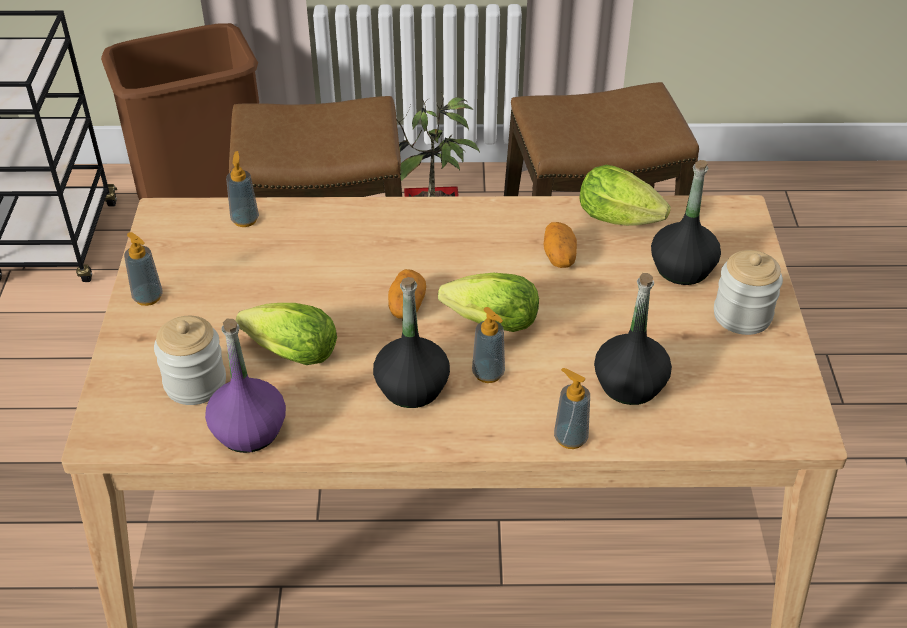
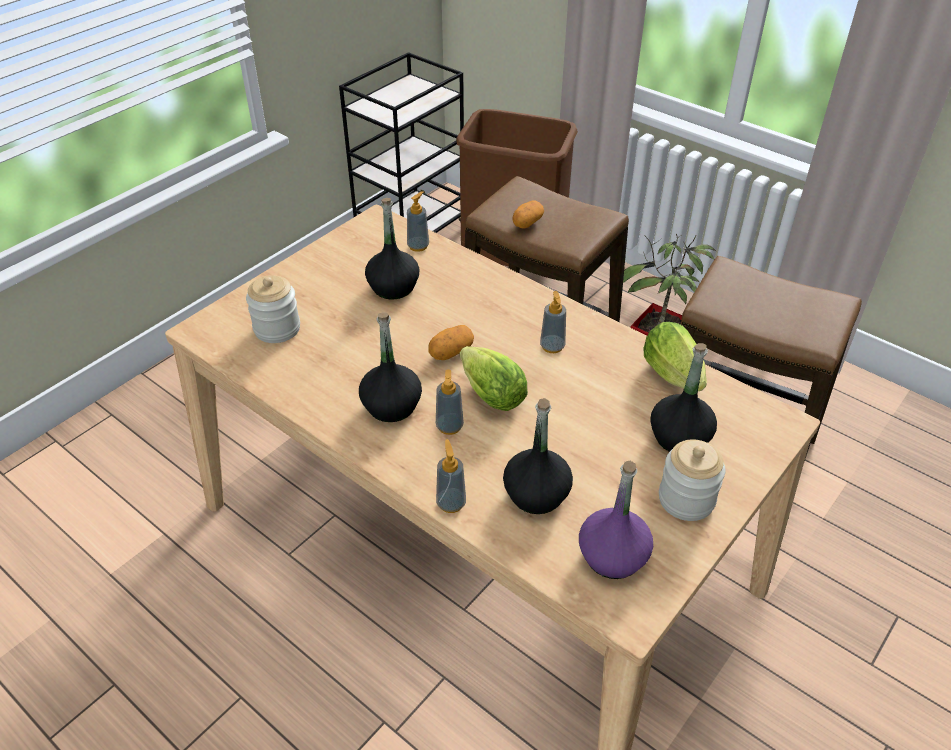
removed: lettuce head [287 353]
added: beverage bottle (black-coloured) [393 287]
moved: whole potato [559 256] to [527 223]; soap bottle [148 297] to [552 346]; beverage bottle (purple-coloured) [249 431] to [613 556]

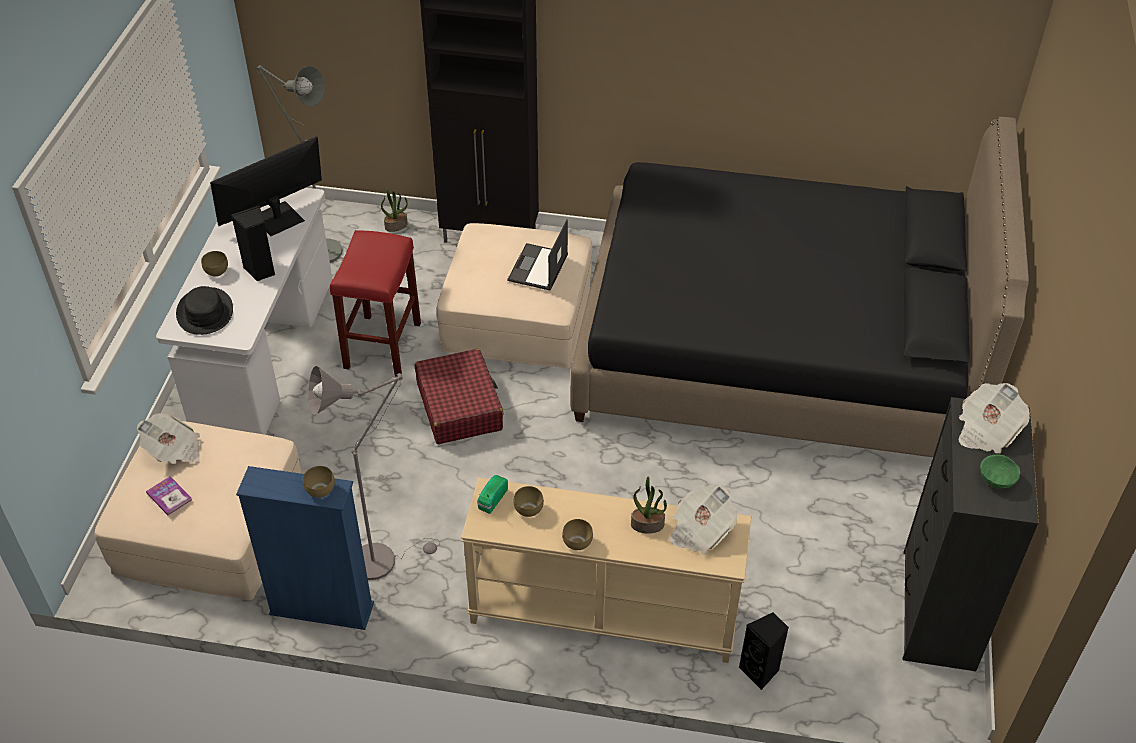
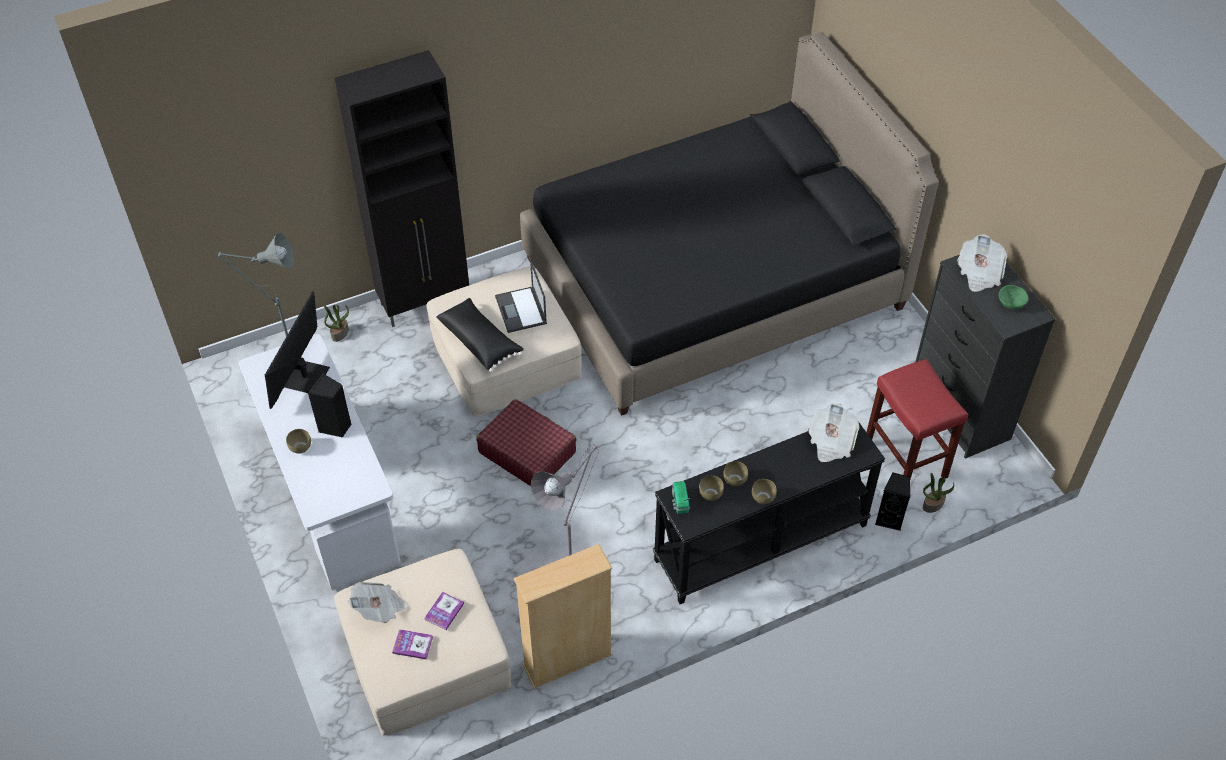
removed: clothing hat (black-coloured) [204 312]
added: book [444 611]; cushion (black-coloured) [480 341]
moved: bowl (brown) [320 489] to [734 479]; sitting stool (red-coloured) [383 346] to [906 461]; plant in a pot [647 524] to [933 504]
recoloured: bookcase (blue) [321 609] to bookcase (beige-coloured) [567 660]; hall table (beige-coloured) [602 615] to hall table (black-coloured) [761 543]

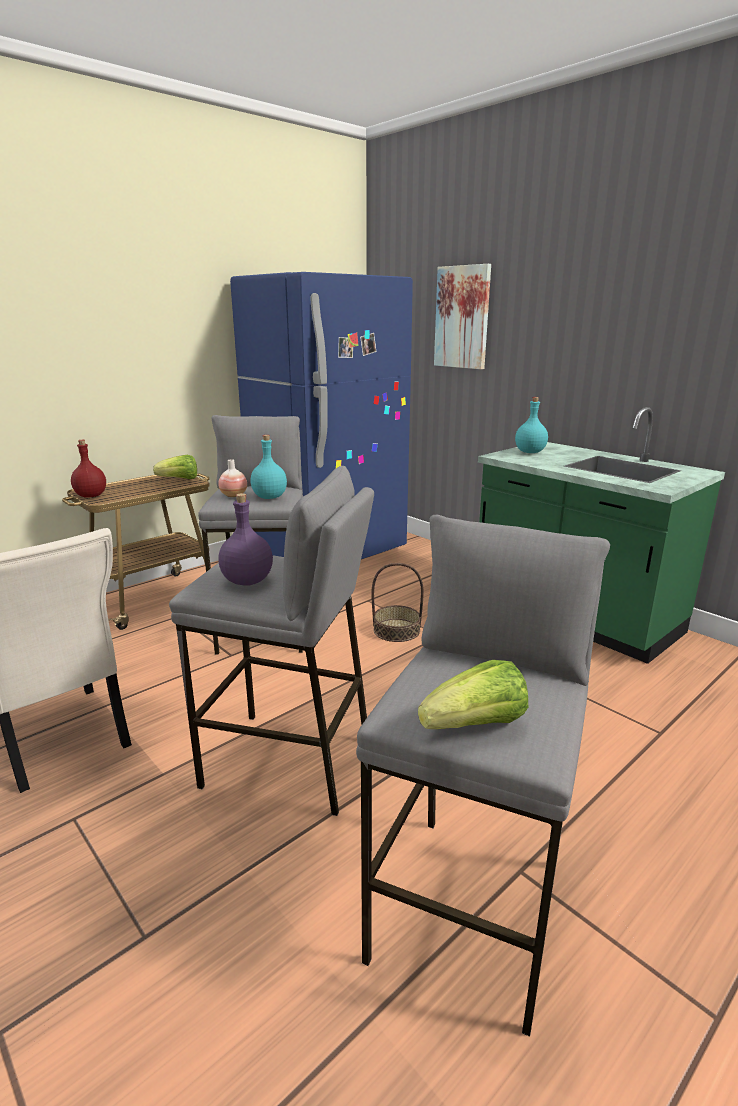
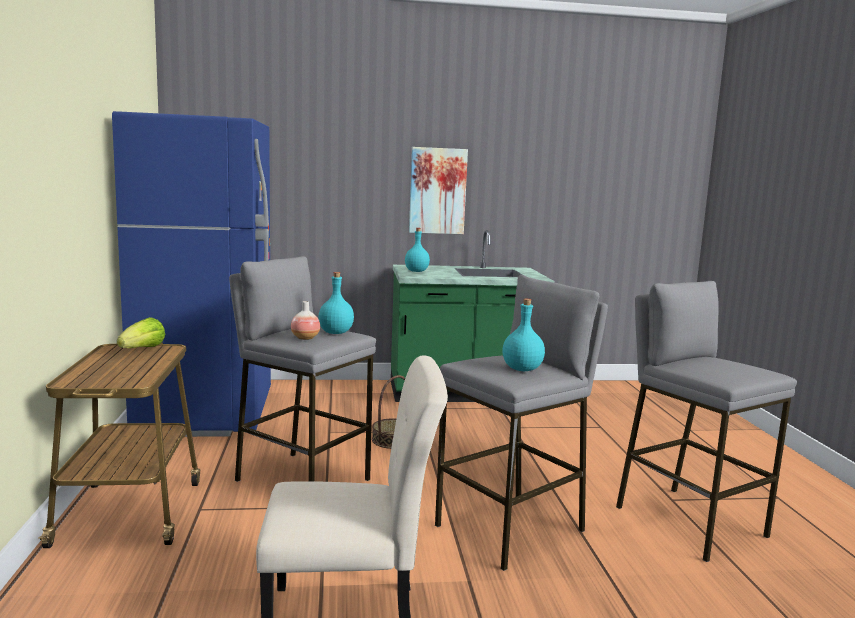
removed: beverage bottle (red-coloured) [91 496]; lettuce head [476 725]
moved: picture [462 317] to [437 191]
recoloured: beverage bottle (purple-coloured) [248 581] to beverage bottle (blue-green) [523 369]

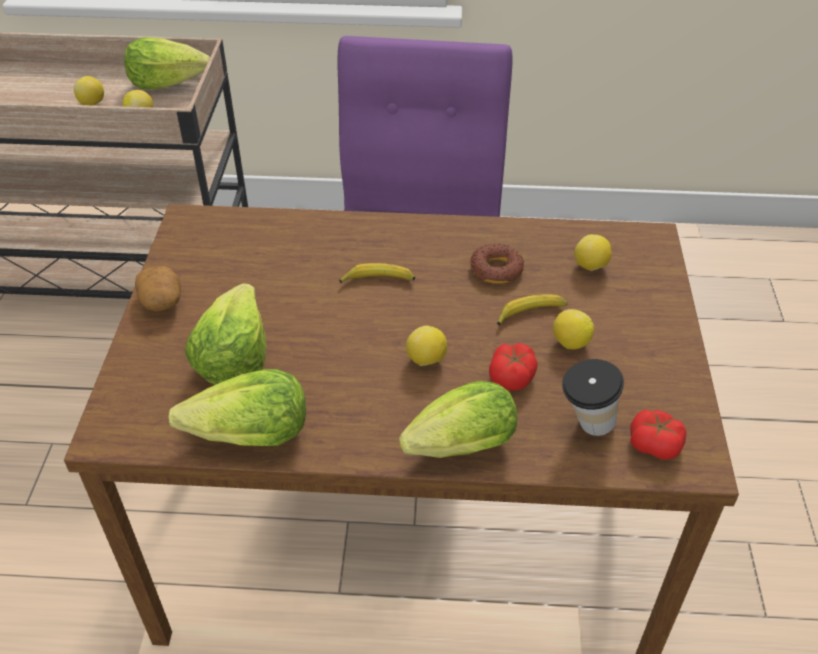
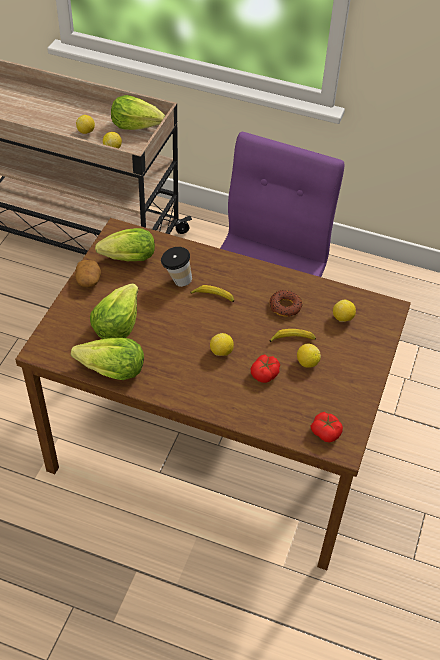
moved: lettuce head [456 449] to [125 259]; small cup [585 426] to [176 281]

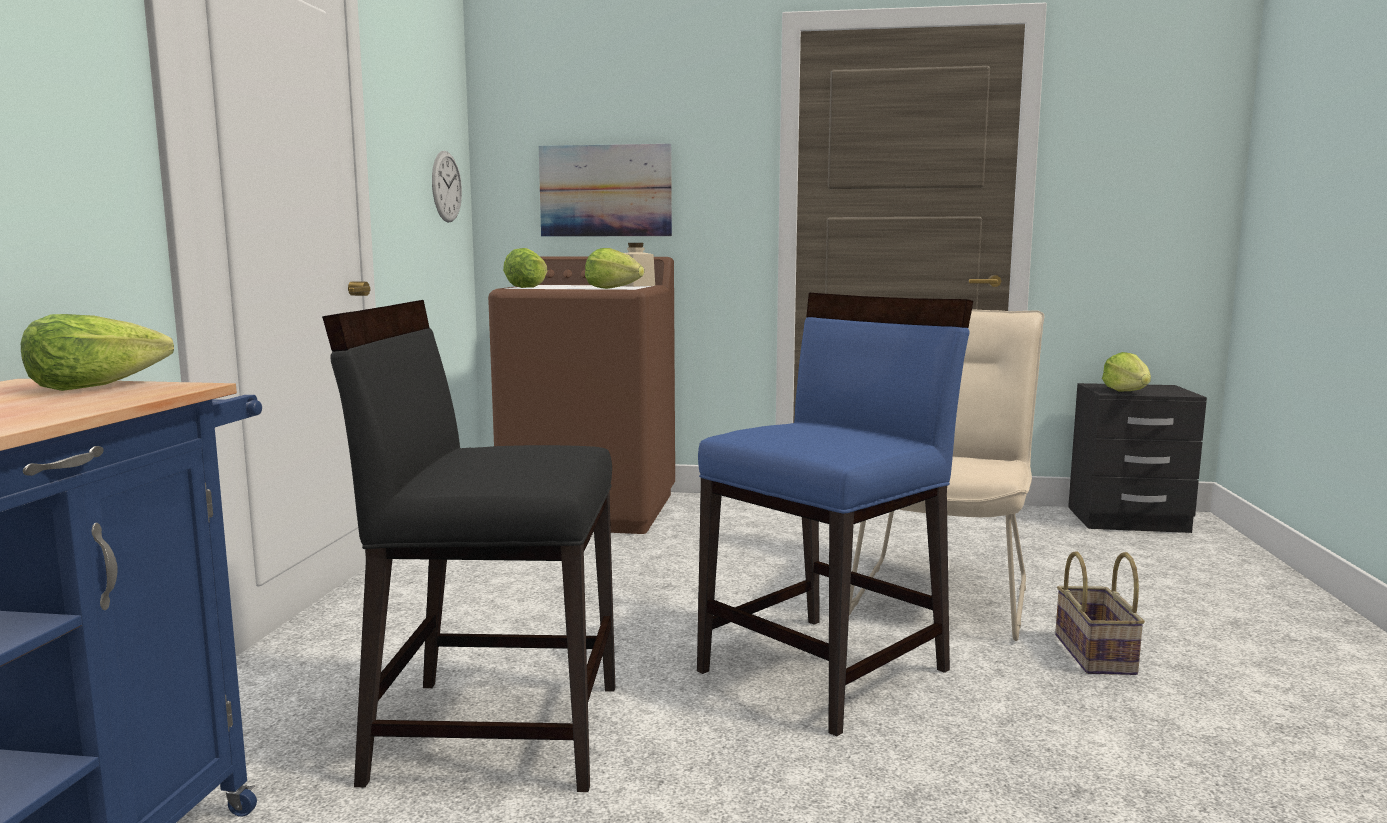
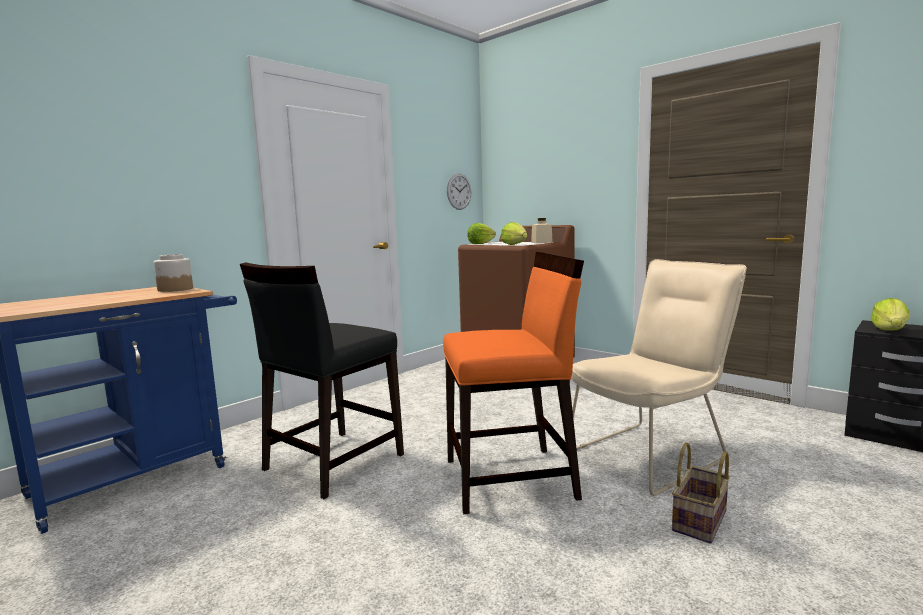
removed: picture [605 191]
replaced: lettuce head [96 386] to jar [175 289]
recoloured: upright chair (blue) [827 670] to upright chair (orangey) [511 479]
turned: upright chair (black-coloured) [495 730] = [332 462] 90 degrees counterclockwise

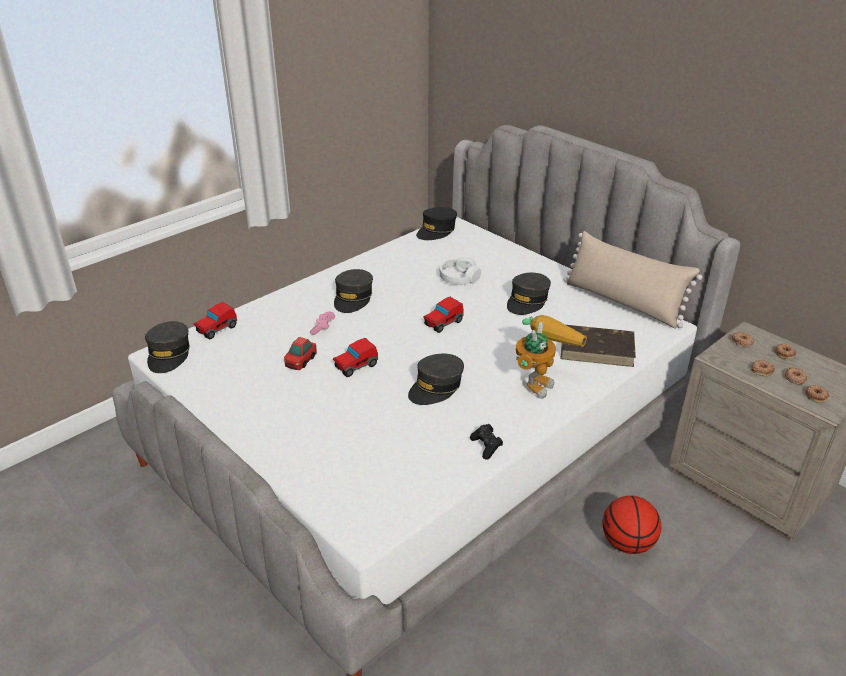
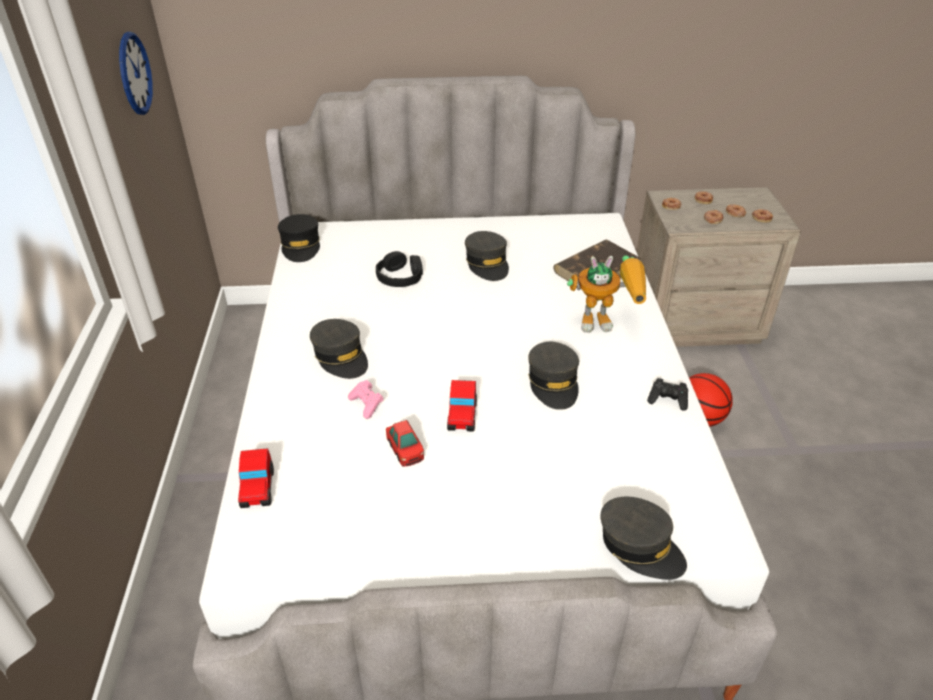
removed: toy car [443 323]; cushion (beige-coloured) [623 302]
added: hanging clock [134 74]
moved: baseball cap (gray) [169 354] to [640 546]
recoloured: pair of headphones (white-coloured) [459 278] to pair of headphones (black-coloured) [400 277]
turned: model robot [539 380] = [607 321] 105 degrees clockwise

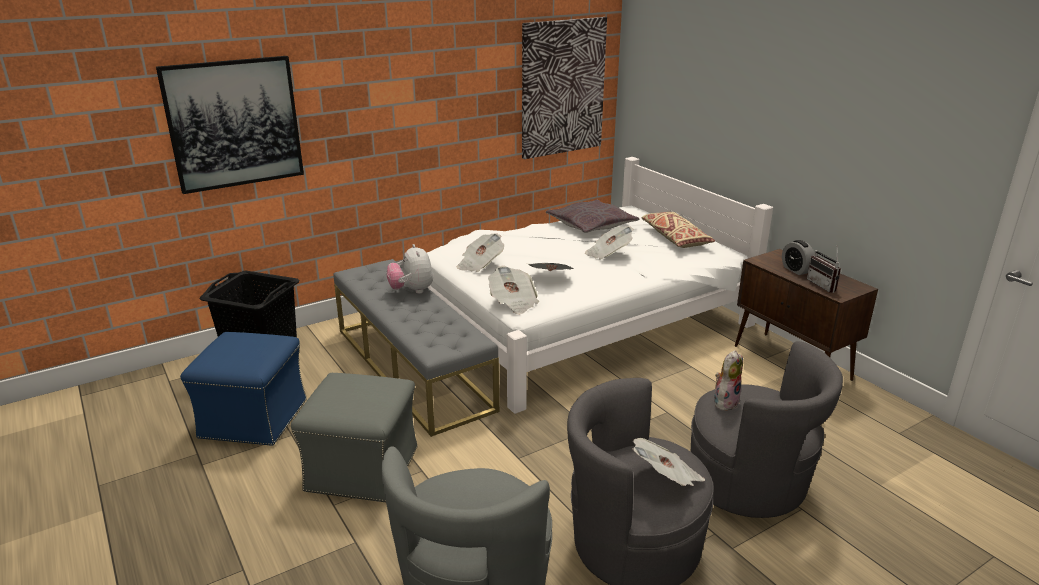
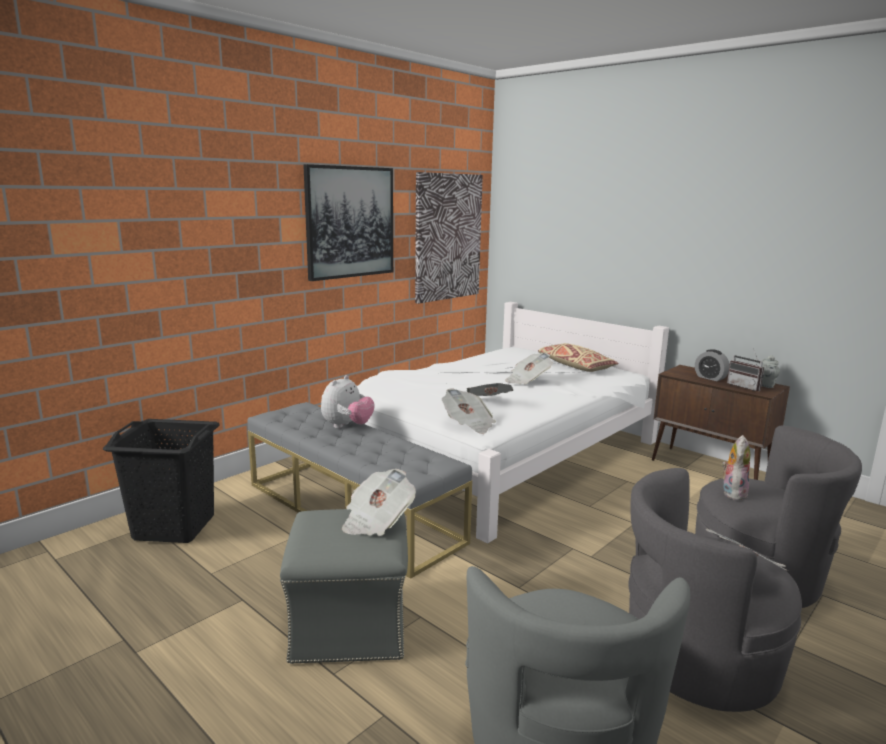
removed: footrest (blue) [253 419]; cushion (gray) [591 225]
added: teapot (gray) [765 385]
moved: picture [234 123] to [350 222]; daily paper [480 265] to [376 521]
turned: cuddly toy [412 291] = [347 426] 120 degrees counterclockwise

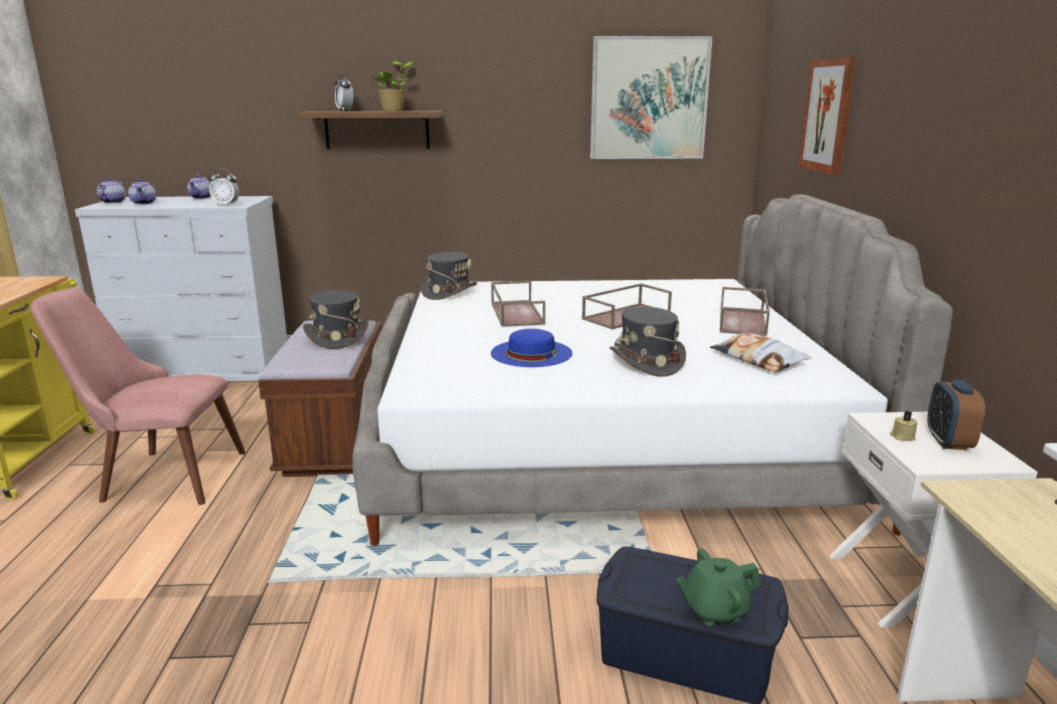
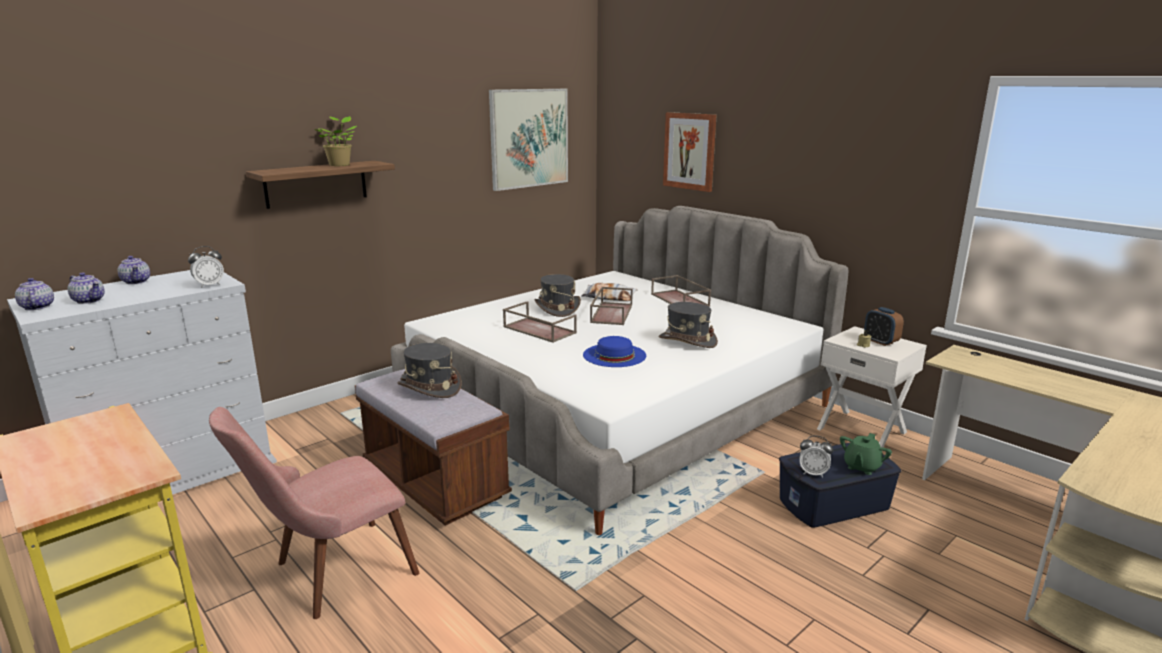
moved: clothing hat (gray) [449 292] to [557 308]; cushion [758 359] to [609 297]; alarm clock [345 110] to [813 473]

